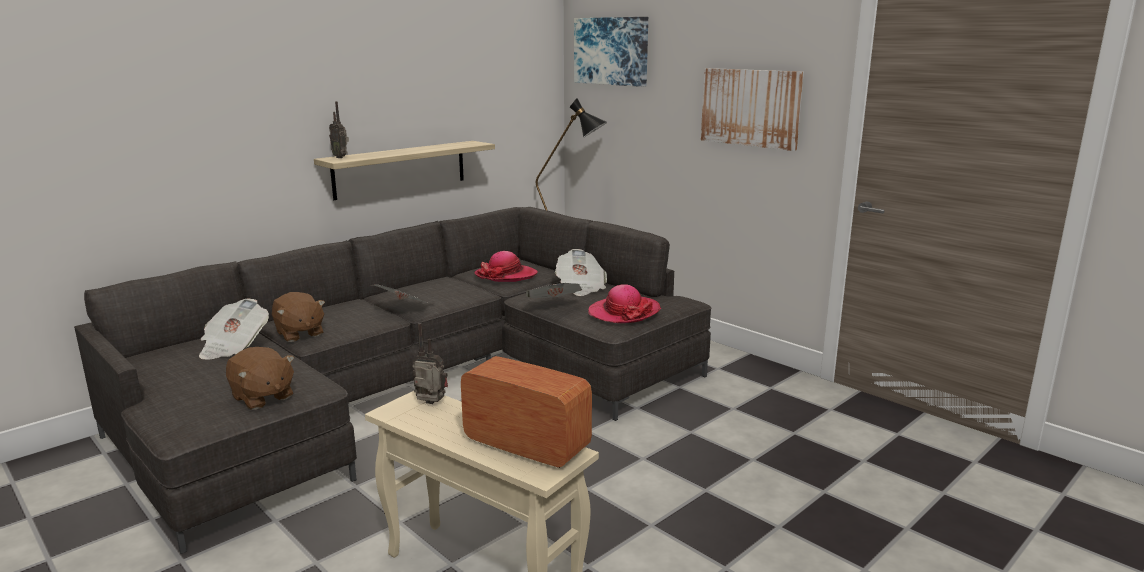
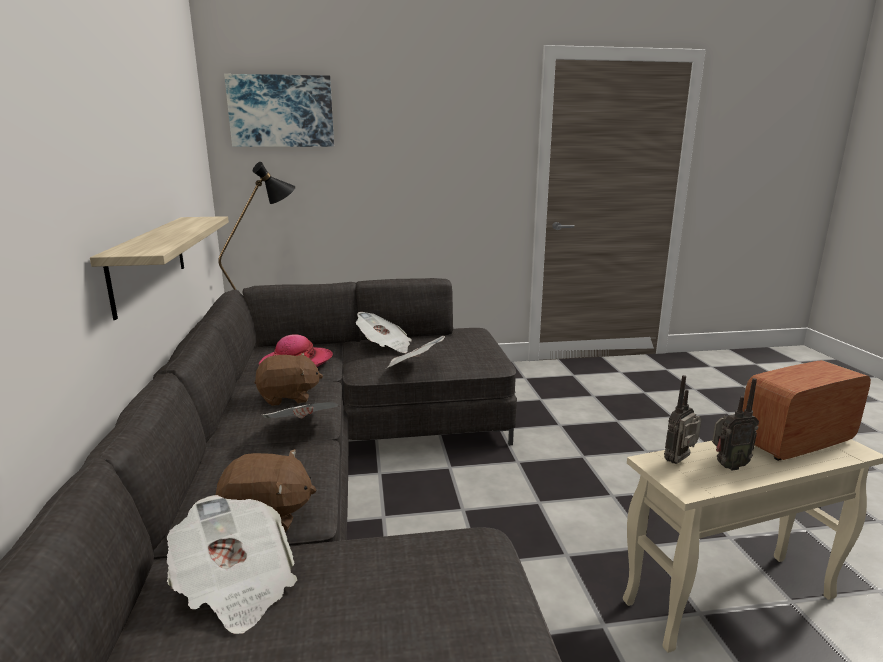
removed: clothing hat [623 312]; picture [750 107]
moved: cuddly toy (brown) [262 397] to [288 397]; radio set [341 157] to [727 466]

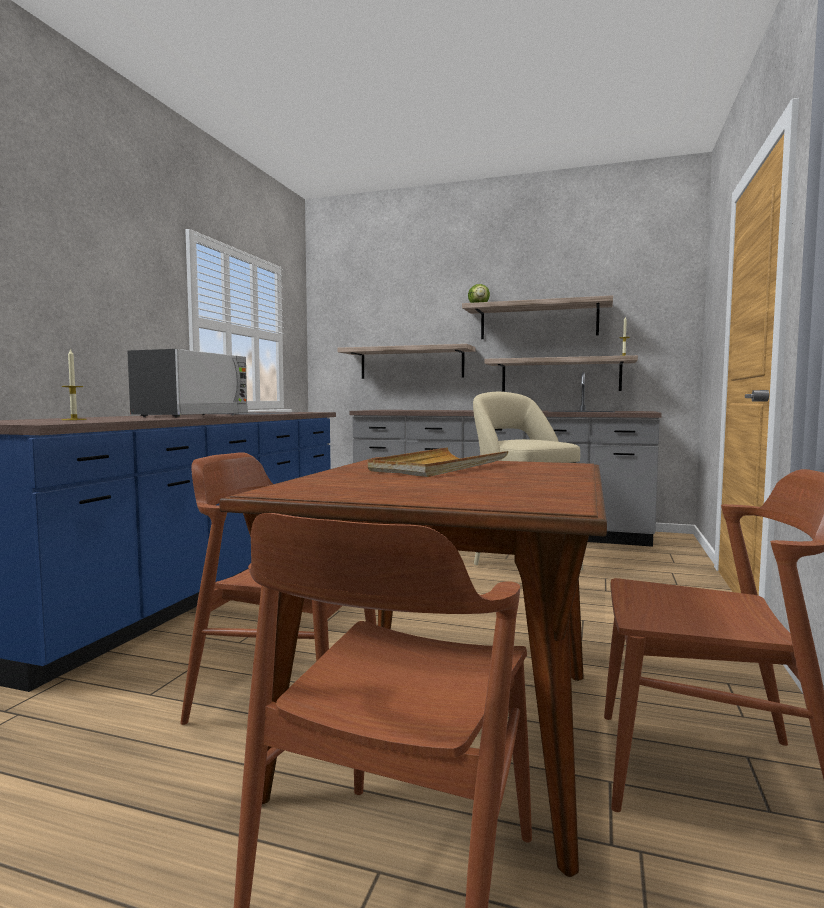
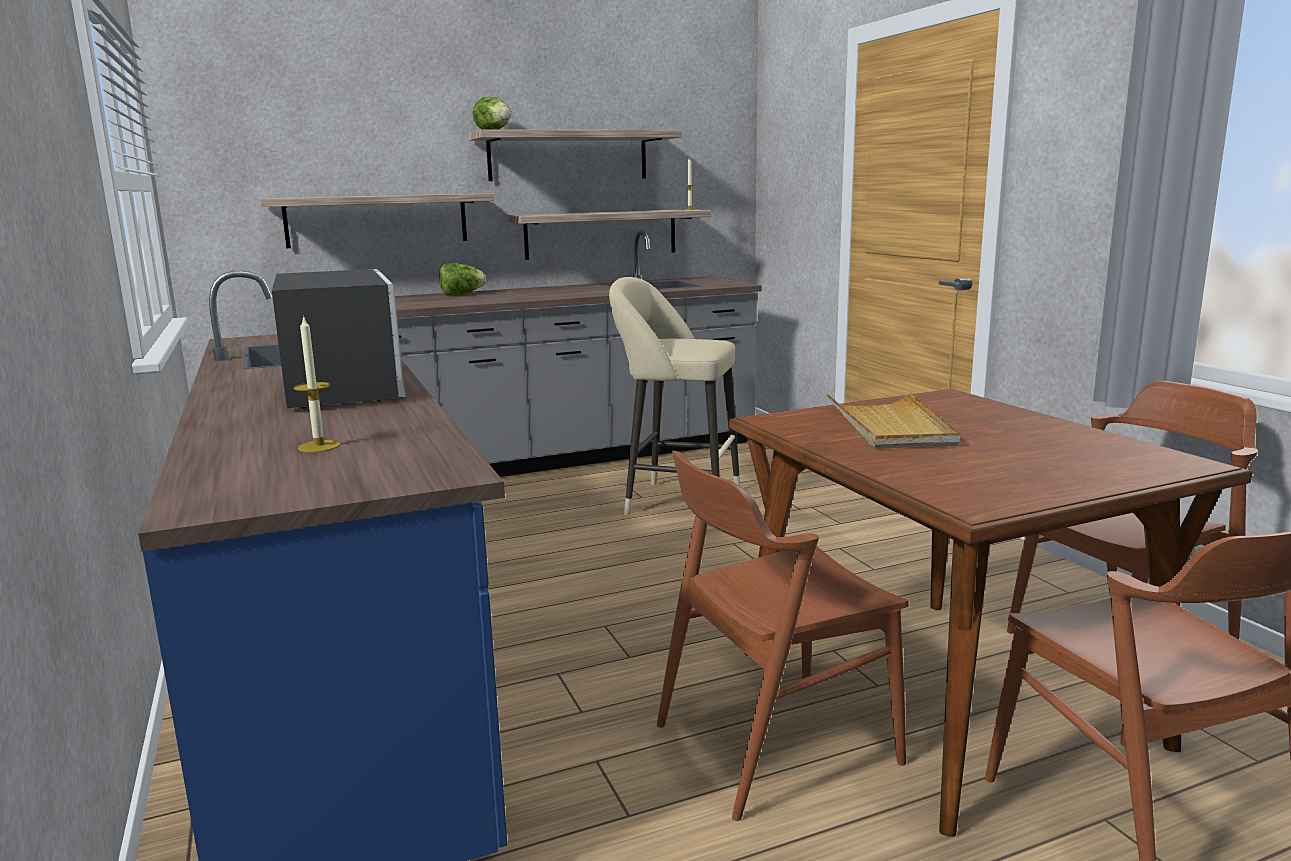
added: lettuce head [461 295]

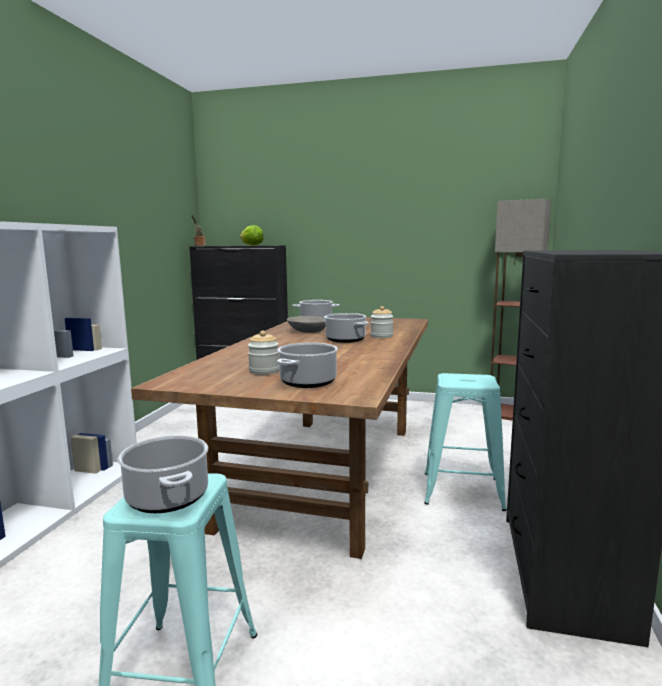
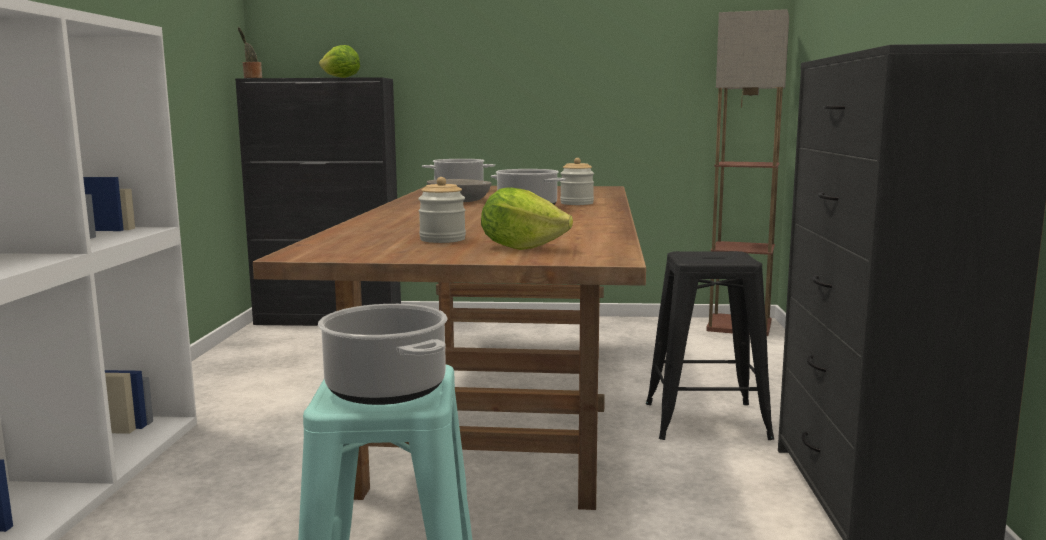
replaced: saucepot [308 382] to lettuce head [521 247]
recoloured: sitting stool (blue-green) [462 491] to sitting stool (black-coloured) [706 421]

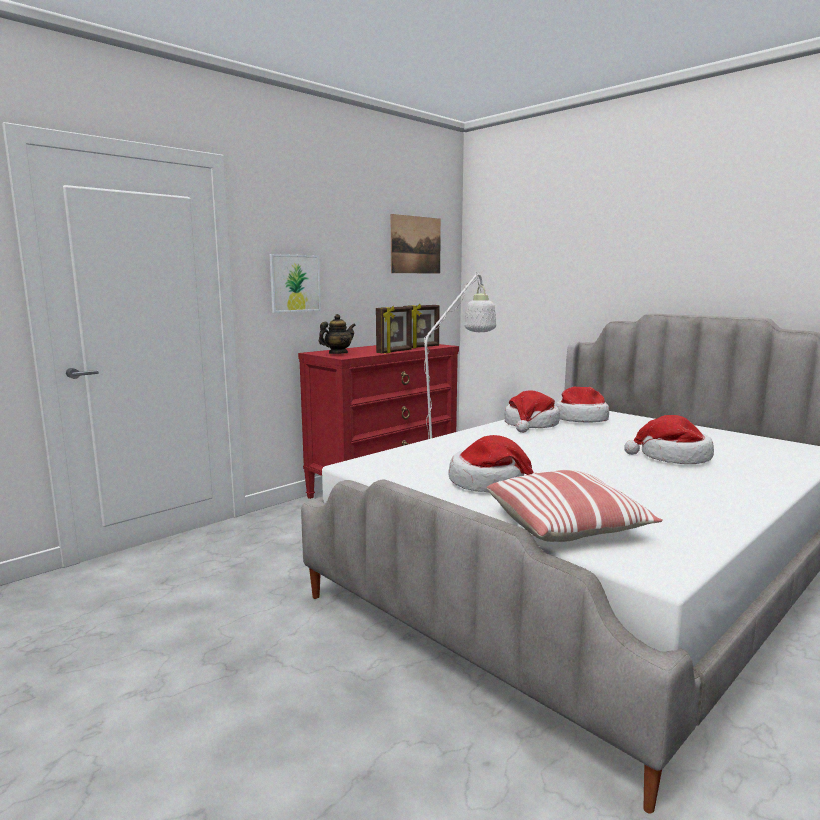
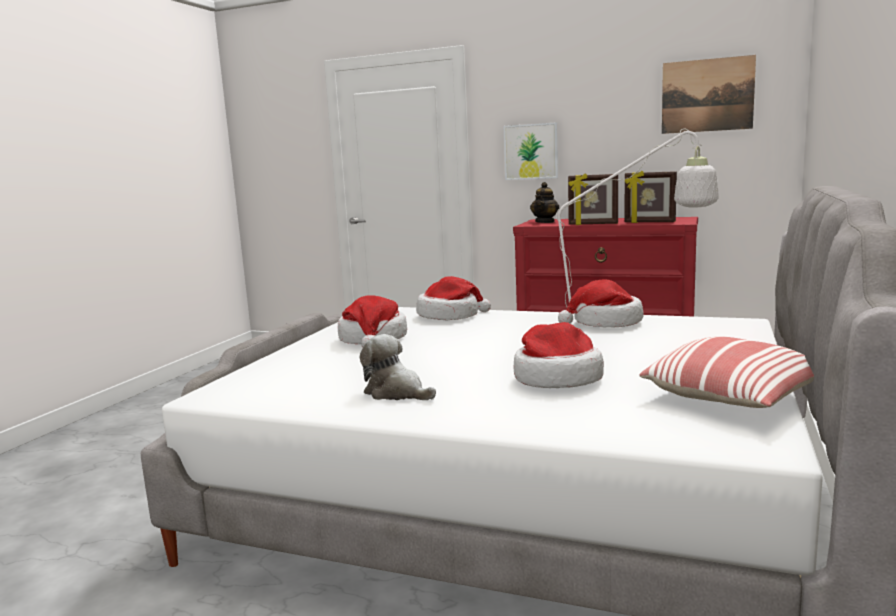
added: cuddly toy [396 393]
moved: clothing hat [580 419] to [450 316]; cushion [567 526] to [736 398]
turned: teapot [337 353] = [545 222] 90 degrees clockwise

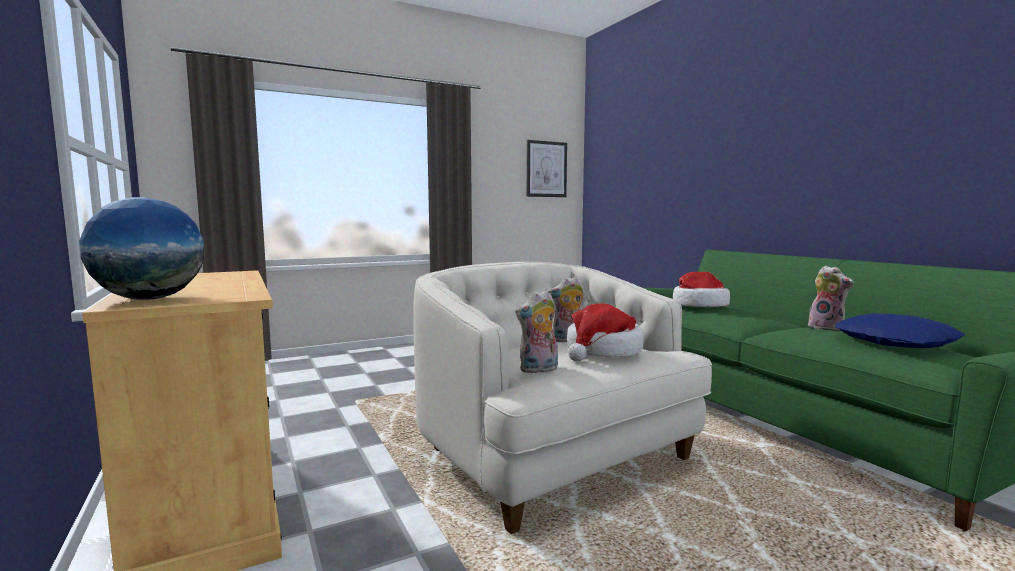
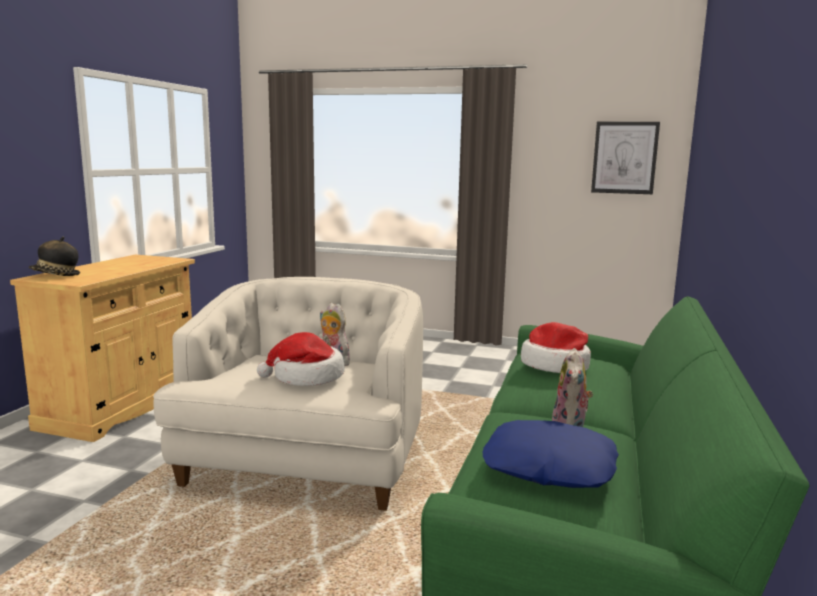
removed: cuddly toy [539 370]
replaced: desk globe [150 299] to clothing hat [55 275]

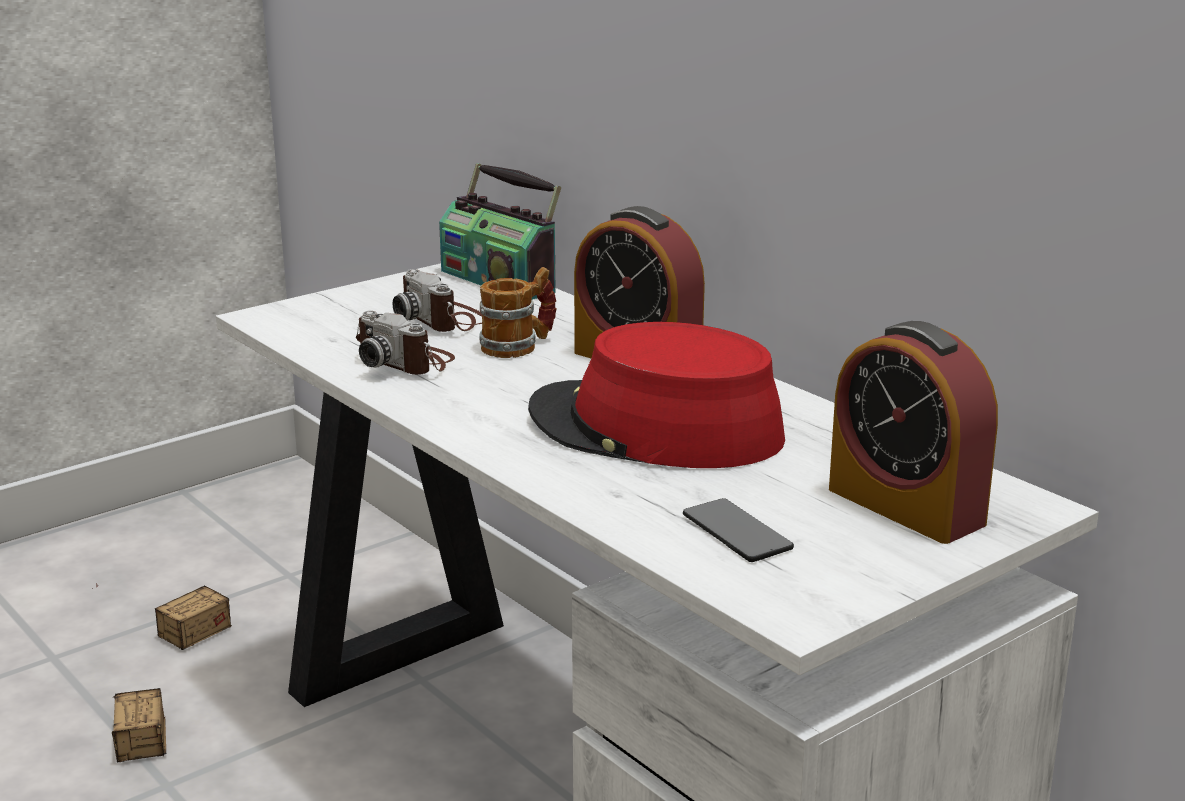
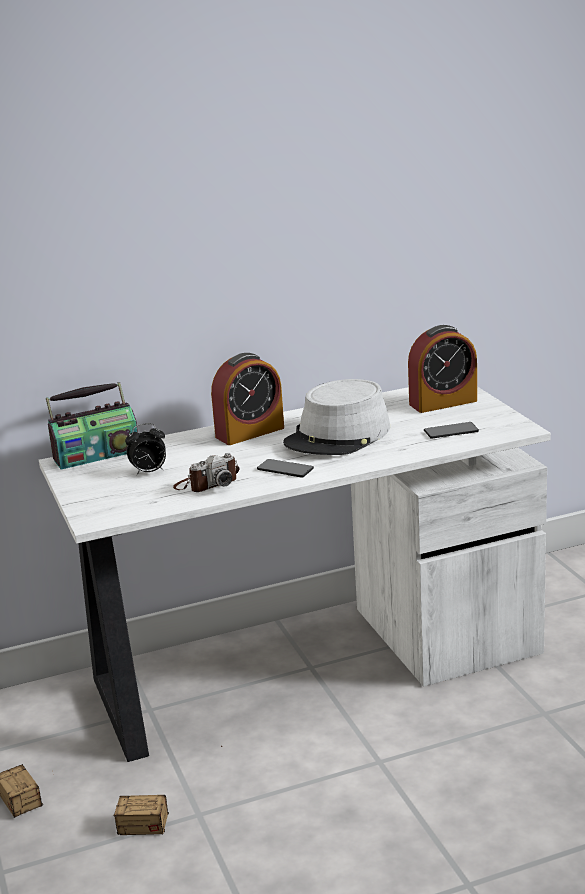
removed: mug [519 346]
added: handset [285 469]
replaced: photo camera [443 320] to alarm clock [149 472]
recoloured: clothing hat (red-coloured) [654 428] to clothing hat (gray) [338 436]

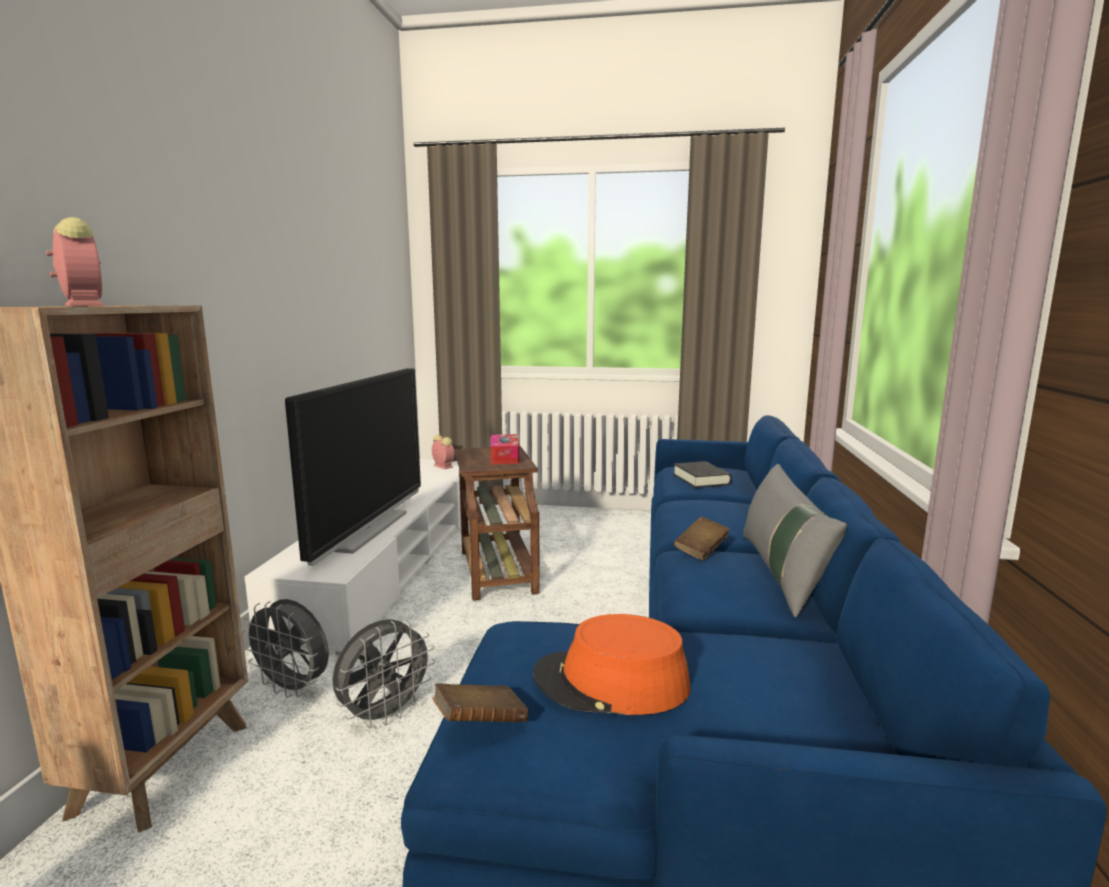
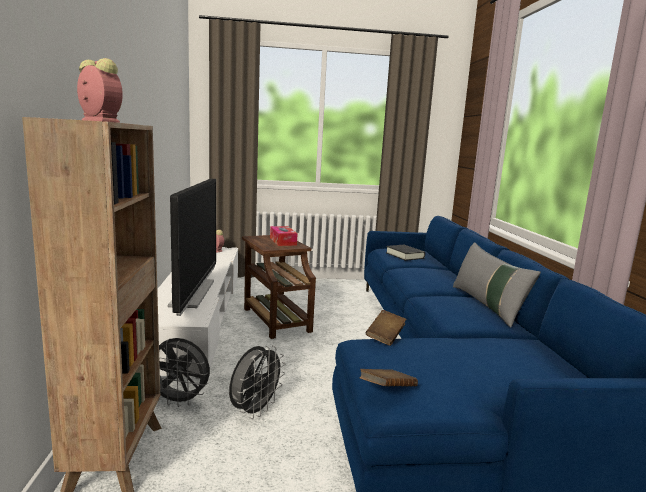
removed: clothing hat (orangey) [611 682]
moved: book (brown) [701 550] to [385 337]

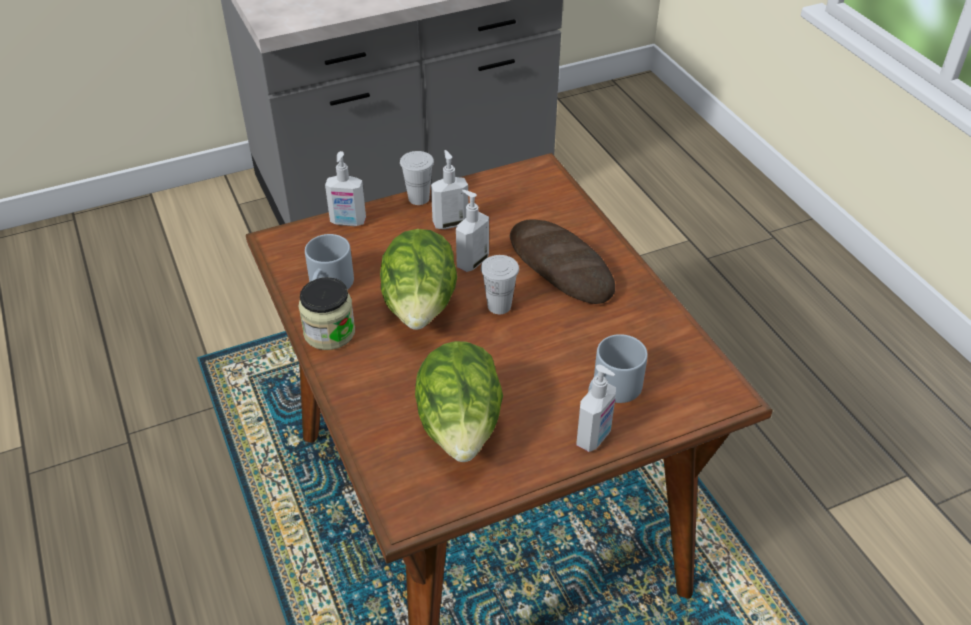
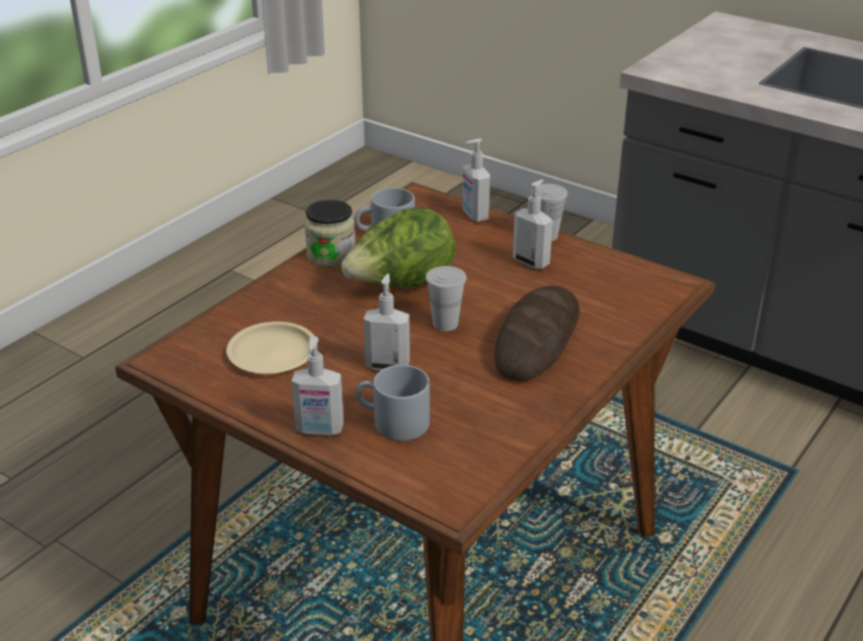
moved: soap bottle [472 262] to [388 365]
replaced: lettuce head [461 429] to flat dish (beige-coloured) [273 354]

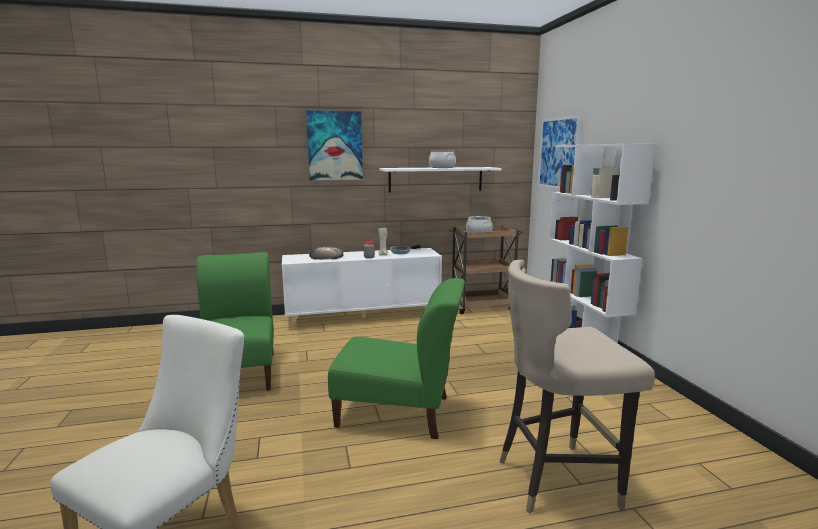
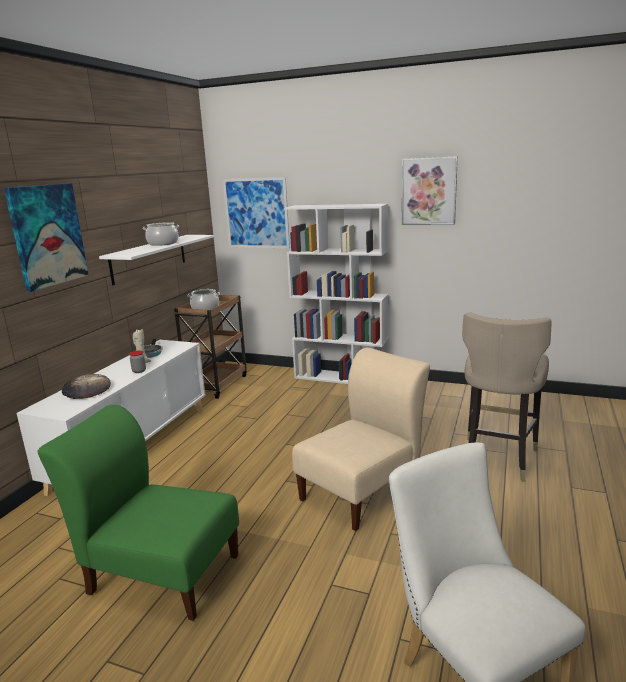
added: picture [429 191]
recoloured: upright chair (green) [398 413] to upright chair (beige-coloured) [363 490]

